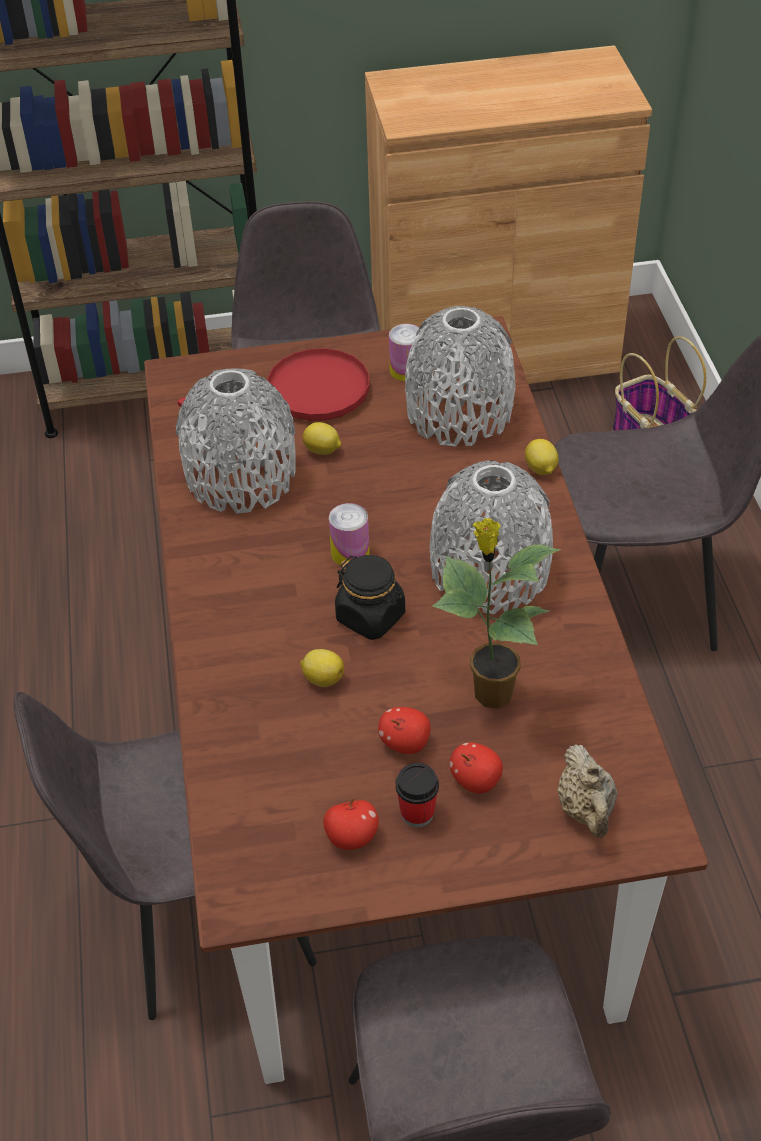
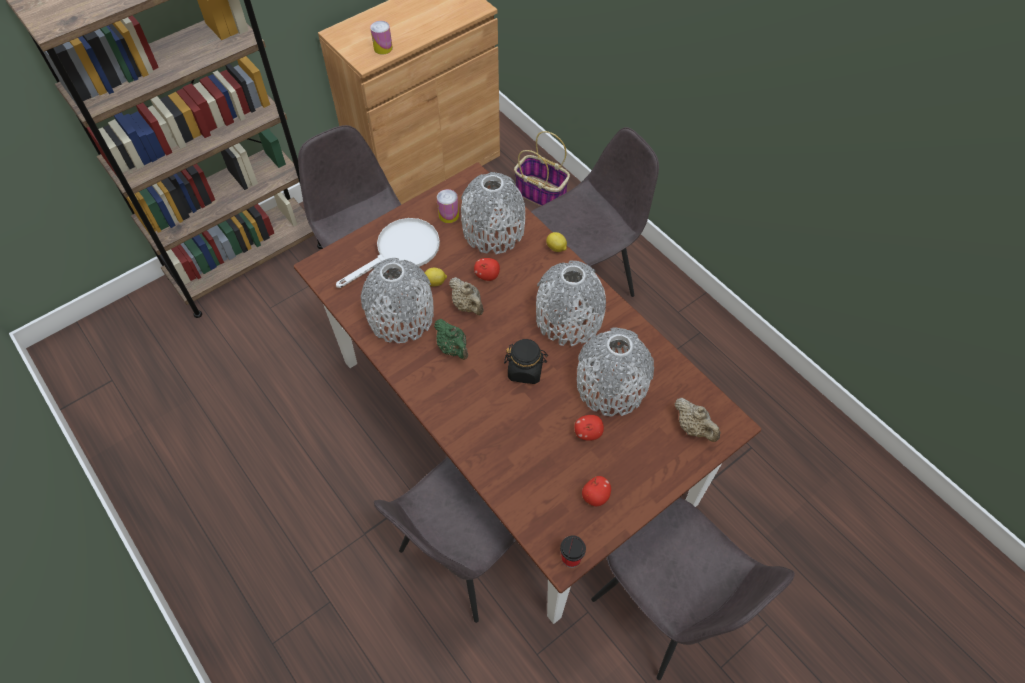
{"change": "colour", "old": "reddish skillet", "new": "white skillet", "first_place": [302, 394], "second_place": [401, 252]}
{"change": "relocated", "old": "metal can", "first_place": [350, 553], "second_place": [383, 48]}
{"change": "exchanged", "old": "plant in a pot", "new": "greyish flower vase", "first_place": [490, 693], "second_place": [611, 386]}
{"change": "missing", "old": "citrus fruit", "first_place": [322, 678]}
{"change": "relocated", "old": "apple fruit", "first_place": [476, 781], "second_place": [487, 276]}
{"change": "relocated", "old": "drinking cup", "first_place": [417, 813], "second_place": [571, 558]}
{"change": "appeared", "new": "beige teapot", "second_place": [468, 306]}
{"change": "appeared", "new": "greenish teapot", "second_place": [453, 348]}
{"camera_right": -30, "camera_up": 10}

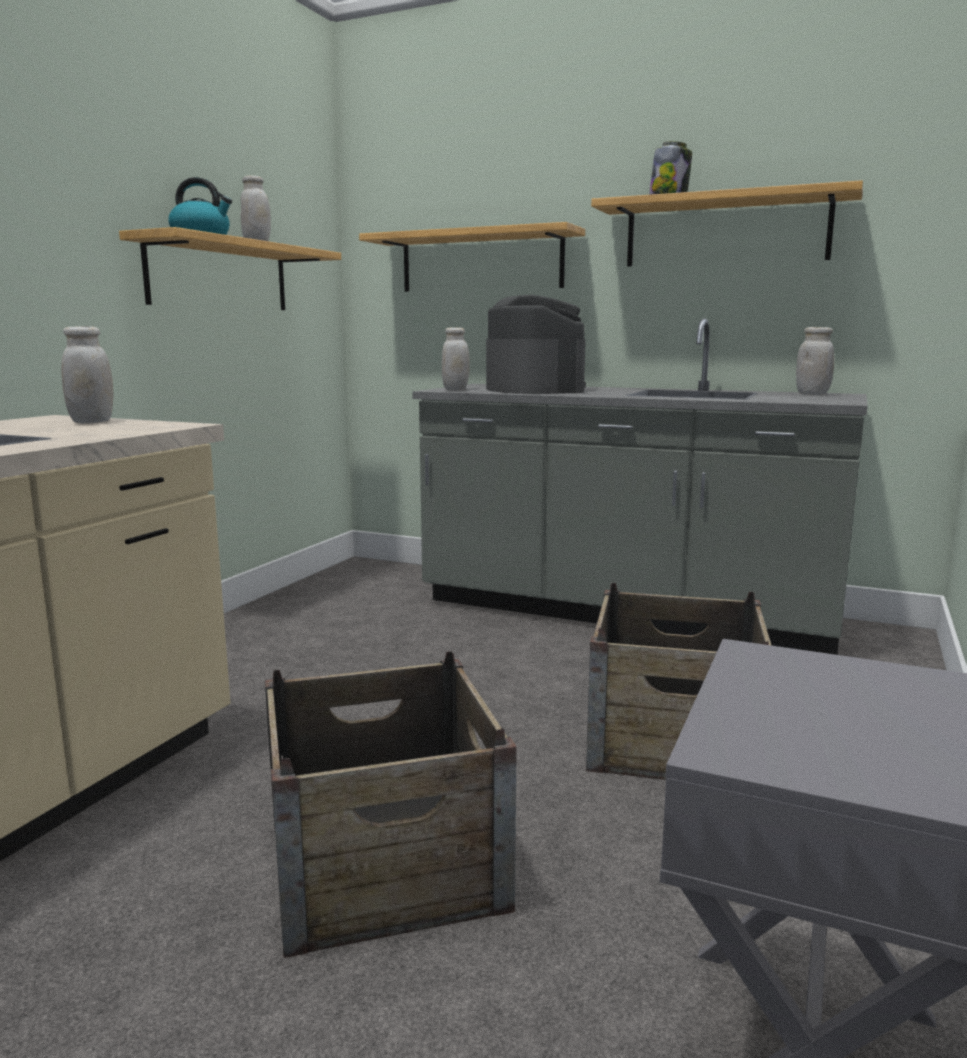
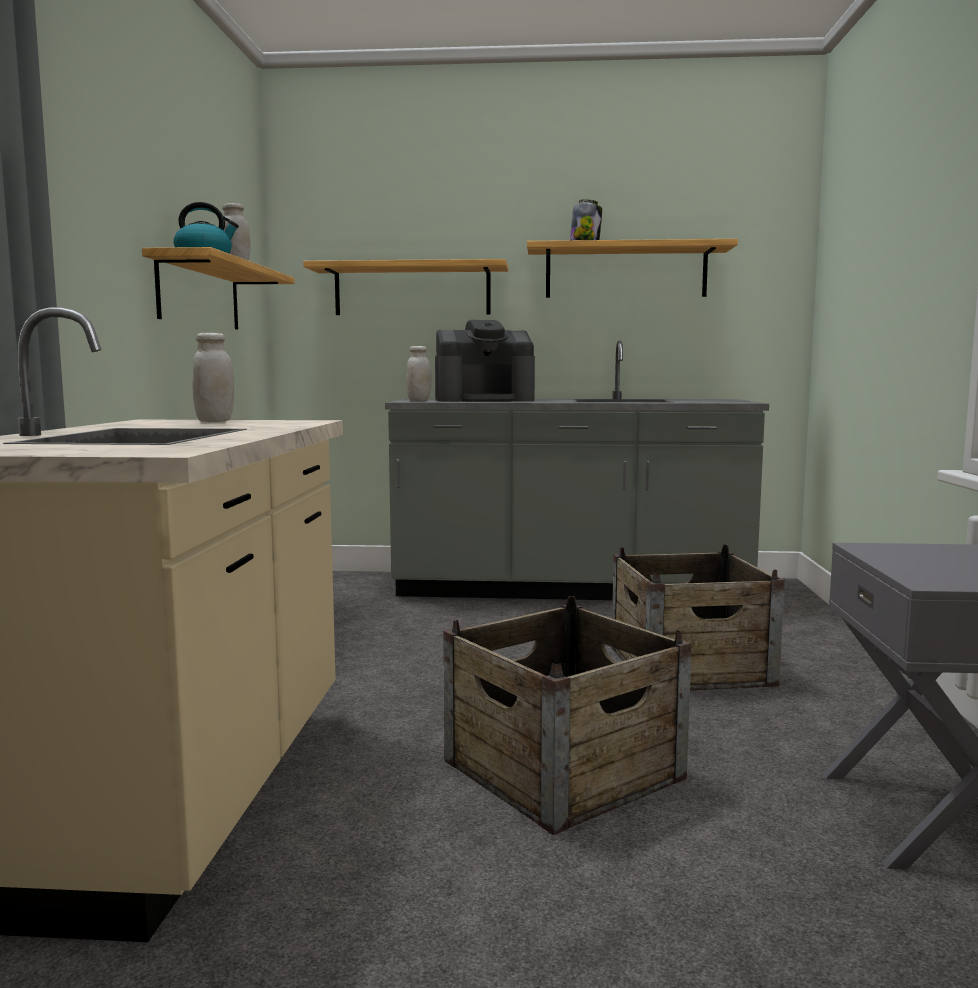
{"change": "spun", "old": "coffee machine", "first_place": [533, 389], "second_place": [484, 400], "degrees": 120}
{"change": "missing", "old": "white storage jar", "first_place": [812, 394]}
{"camera_right": -20, "camera_up": -5}

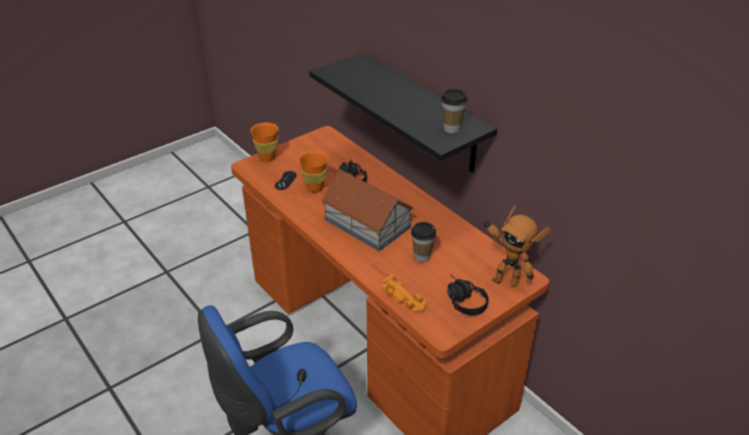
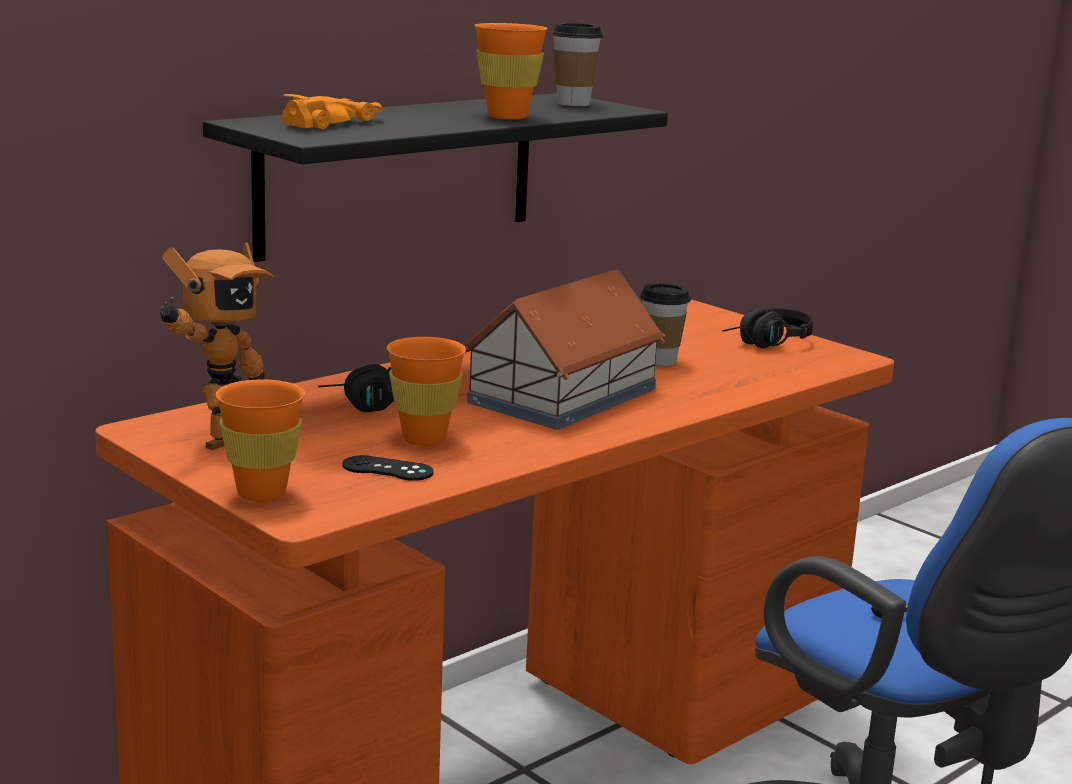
{"change": "relocated", "old": "model robot", "first_place": [505, 280], "second_place": [215, 438]}
{"change": "relocated", "old": "orangey toy car", "first_place": [405, 299], "second_place": [337, 123]}
{"change": "appeared", "new": "orangey drinking cup", "second_place": [507, 117]}
{"camera_right": -95, "camera_up": -20}

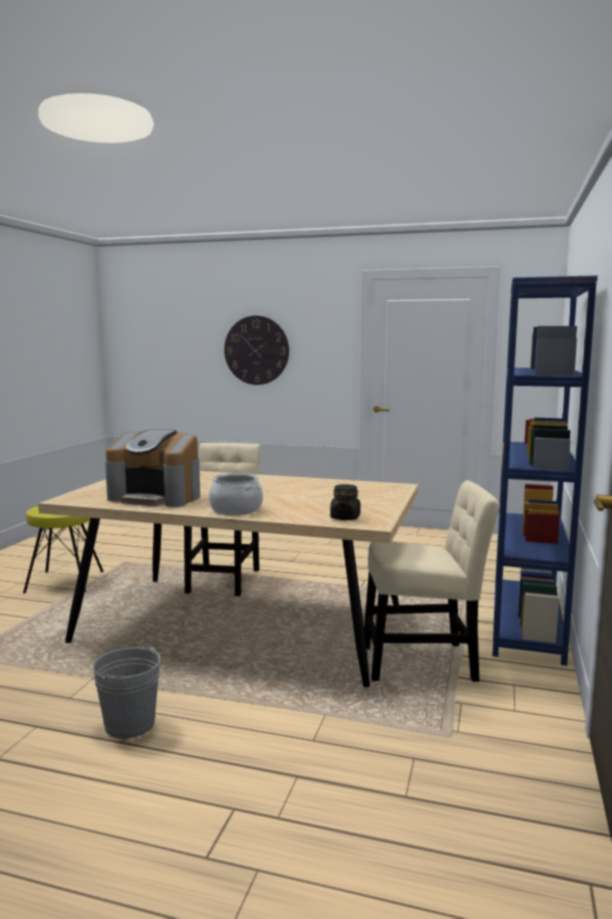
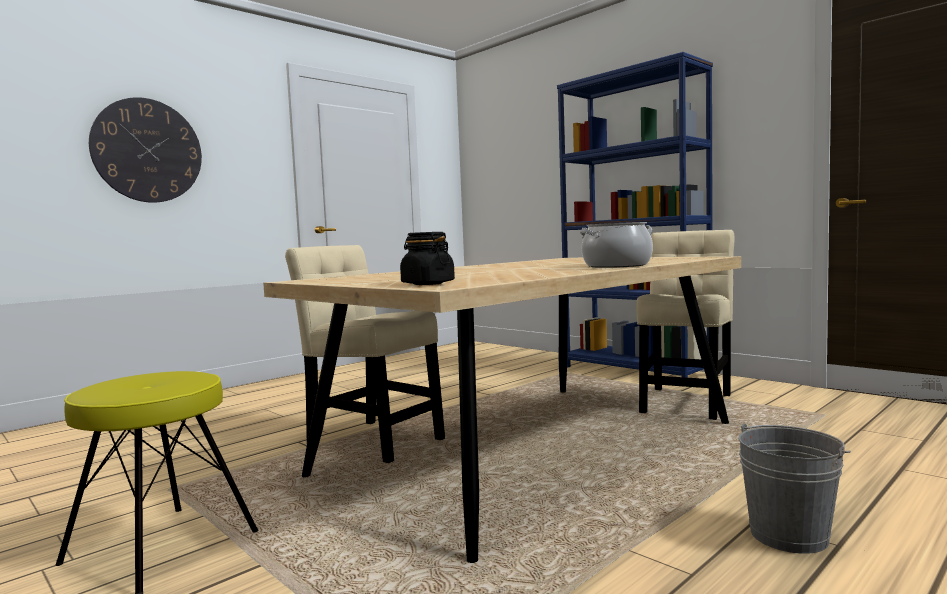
{"change": "missing", "old": "coffee machine", "first_place": [156, 497]}
{"change": "relocated", "old": "black-coloured storage jar", "first_place": [345, 517], "second_place": [427, 284]}
{"camera_right": -60, "camera_up": -5}

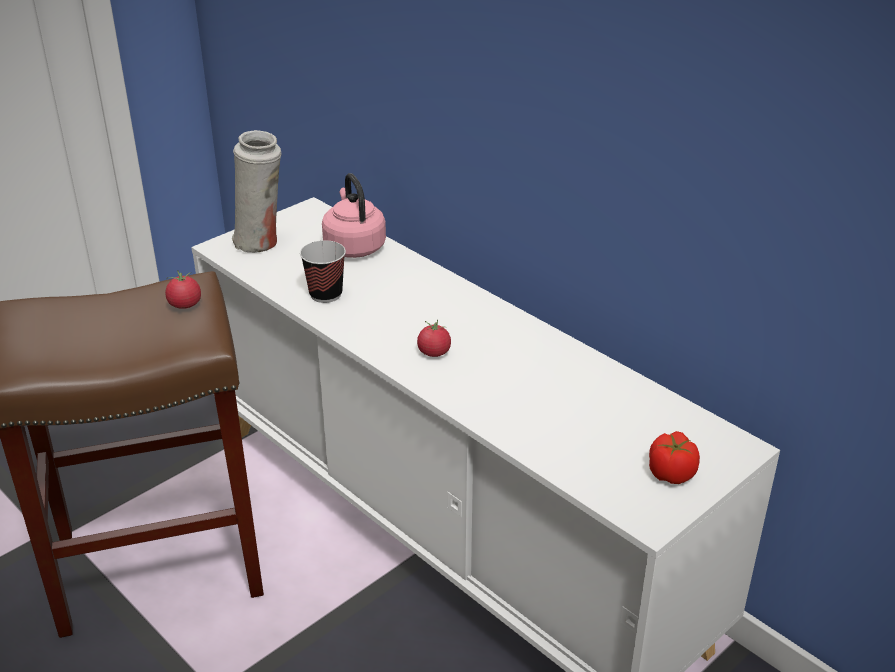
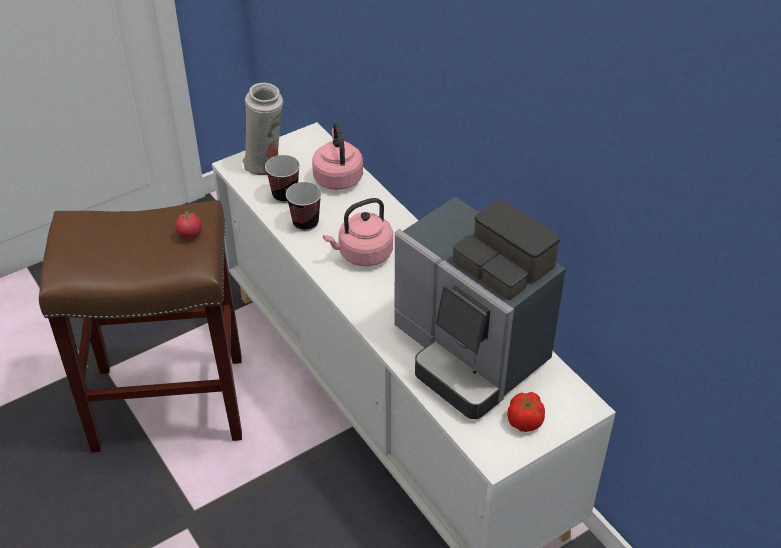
{"change": "missing", "old": "fresh tomato", "first_place": [434, 352]}
{"change": "appeared", "new": "drinking cup", "second_place": [285, 195]}
{"change": "appeared", "new": "coffee machine", "second_place": [469, 353]}
{"change": "appeared", "new": "pink-coloured water kettle", "second_place": [362, 254]}
{"camera_right": 10, "camera_up": 10}

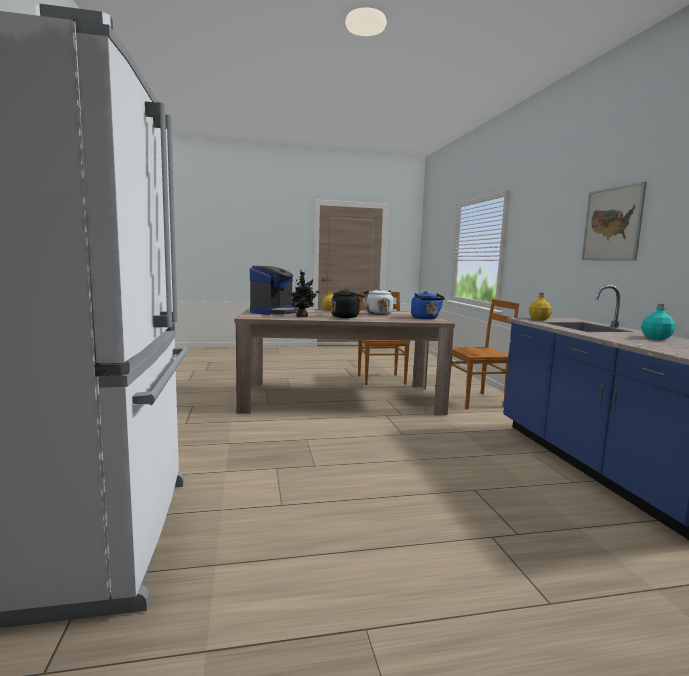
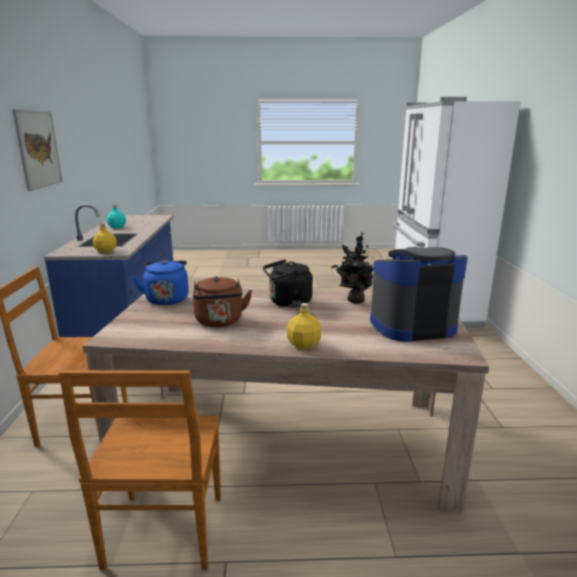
{"change": "spun", "old": "coffee machine", "first_place": [273, 312], "second_place": [411, 325], "degrees": 45}
{"change": "colour", "old": "white water kettle", "new": "brownish water kettle", "first_place": [378, 313], "second_place": [219, 322]}
{"camera_right": -170, "camera_up": 10}

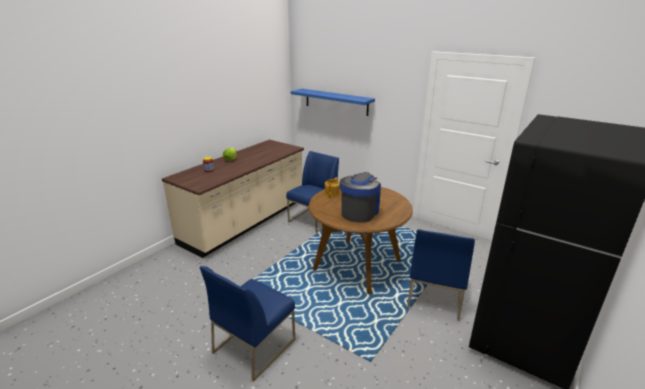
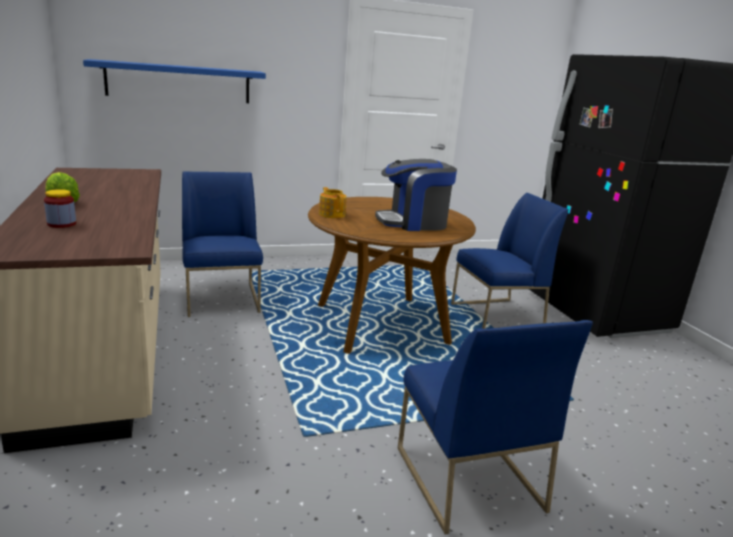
{"change": "spun", "old": "coffee machine", "first_place": [359, 212], "second_place": [413, 223], "degrees": -75}
{"change": "spun", "old": "bluish upright chair", "first_place": [434, 297], "second_place": [496, 316], "degrees": -75}
{"camera_right": -55, "camera_up": -5}

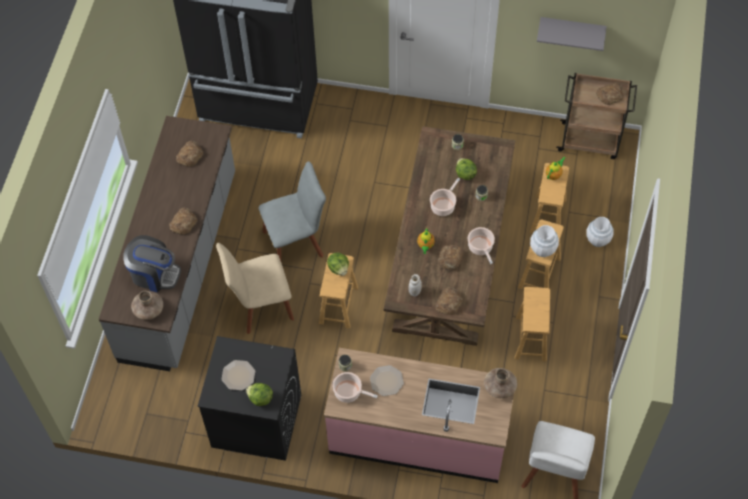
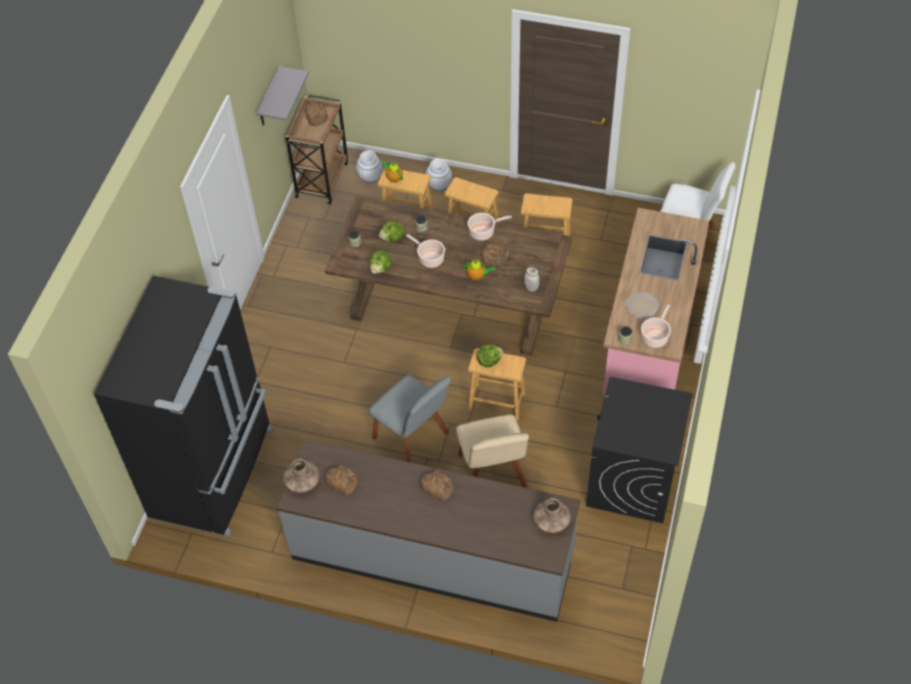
{"change": "spun", "old": "greyish upright chair", "first_place": [296, 242], "second_place": [413, 438], "degrees": 150}
{"change": "relocated", "old": "white flower vase", "first_place": [542, 249], "second_place": [370, 177]}
{"change": "missing", "old": "coffee machine", "first_place": [154, 274]}
{"change": "missing", "old": "bread", "first_place": [448, 303]}
{"change": "missing", "old": "plate", "first_place": [238, 375]}
{"change": "relocated", "old": "brownish flower vase", "first_place": [499, 387], "second_place": [302, 481]}
{"change": "relocated", "old": "head of lettuce", "first_place": [260, 398], "second_place": [381, 268]}
{"camera_right": -85, "camera_up": -5}

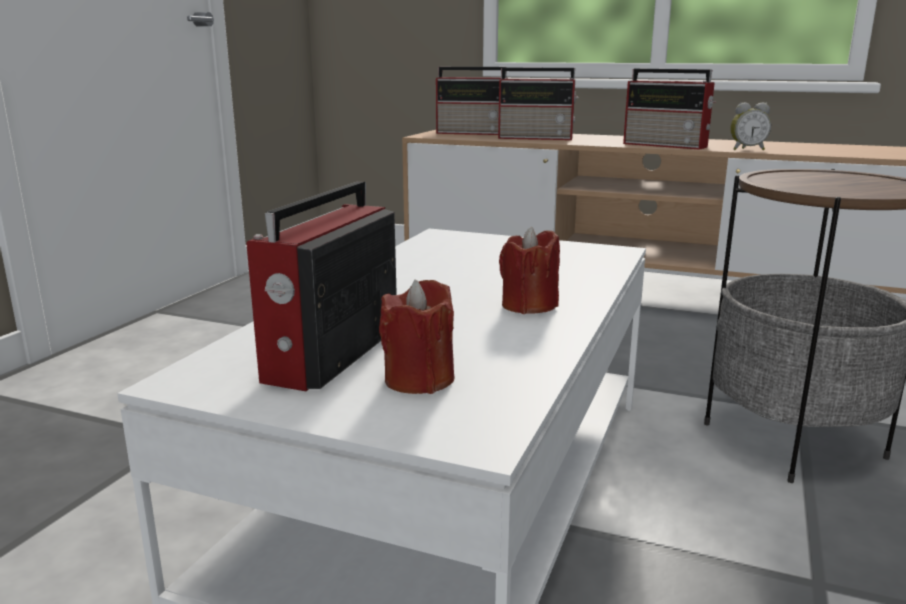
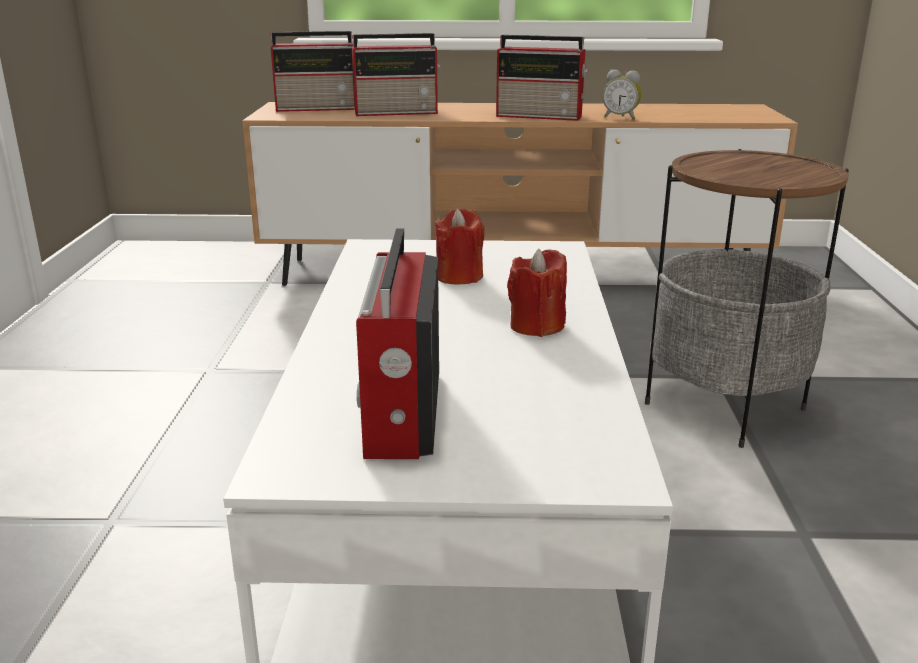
{"change": "spun", "old": "alarm clock", "first_place": [746, 149], "second_place": [620, 117], "degrees": 45}
{"change": "relocated", "old": "reddish wax candle", "first_place": [419, 379], "second_place": [459, 277]}
{"camera_right": -20, "camera_up": 5}

